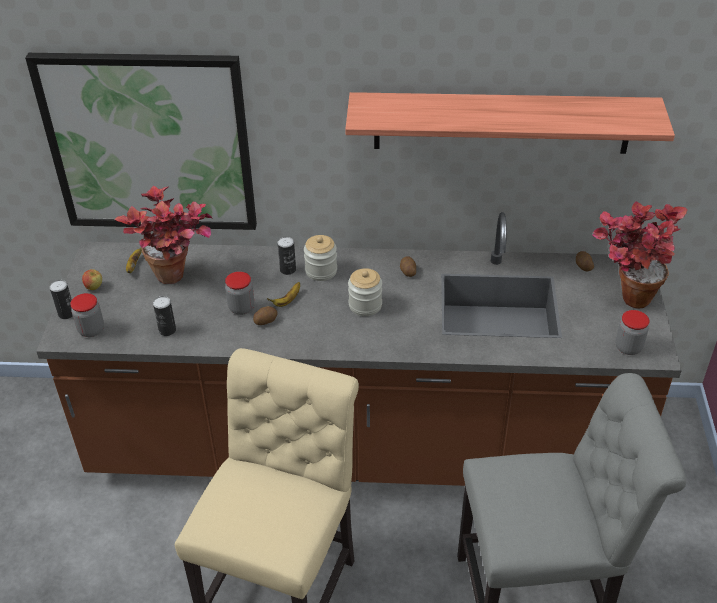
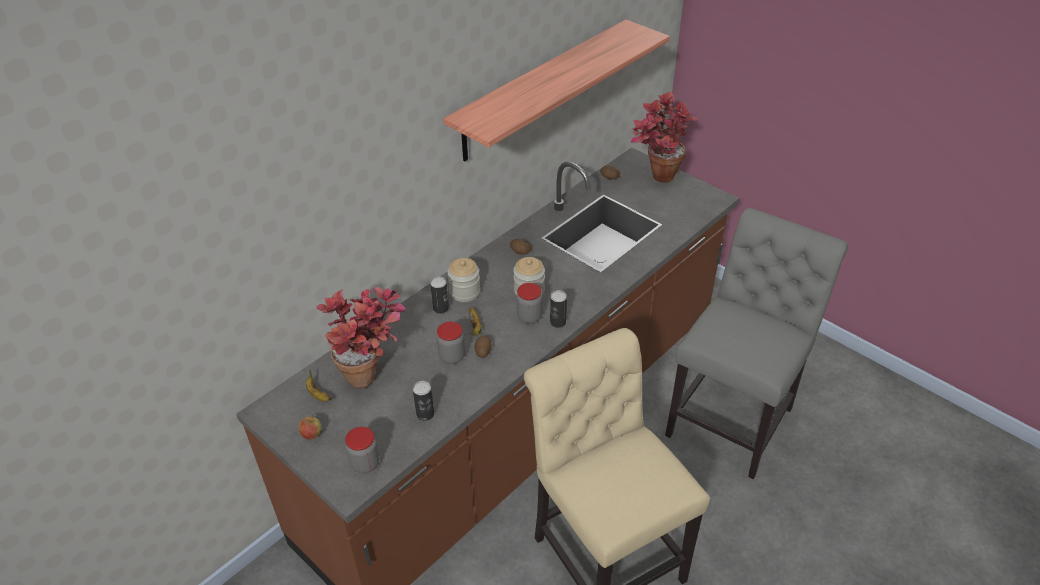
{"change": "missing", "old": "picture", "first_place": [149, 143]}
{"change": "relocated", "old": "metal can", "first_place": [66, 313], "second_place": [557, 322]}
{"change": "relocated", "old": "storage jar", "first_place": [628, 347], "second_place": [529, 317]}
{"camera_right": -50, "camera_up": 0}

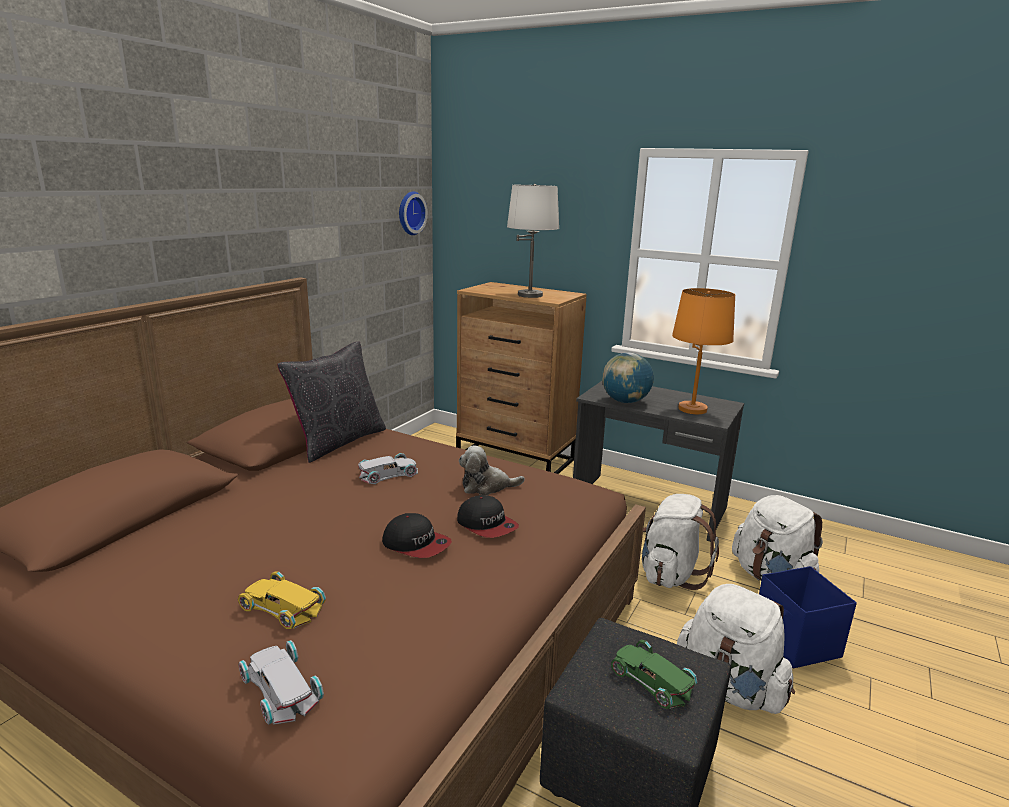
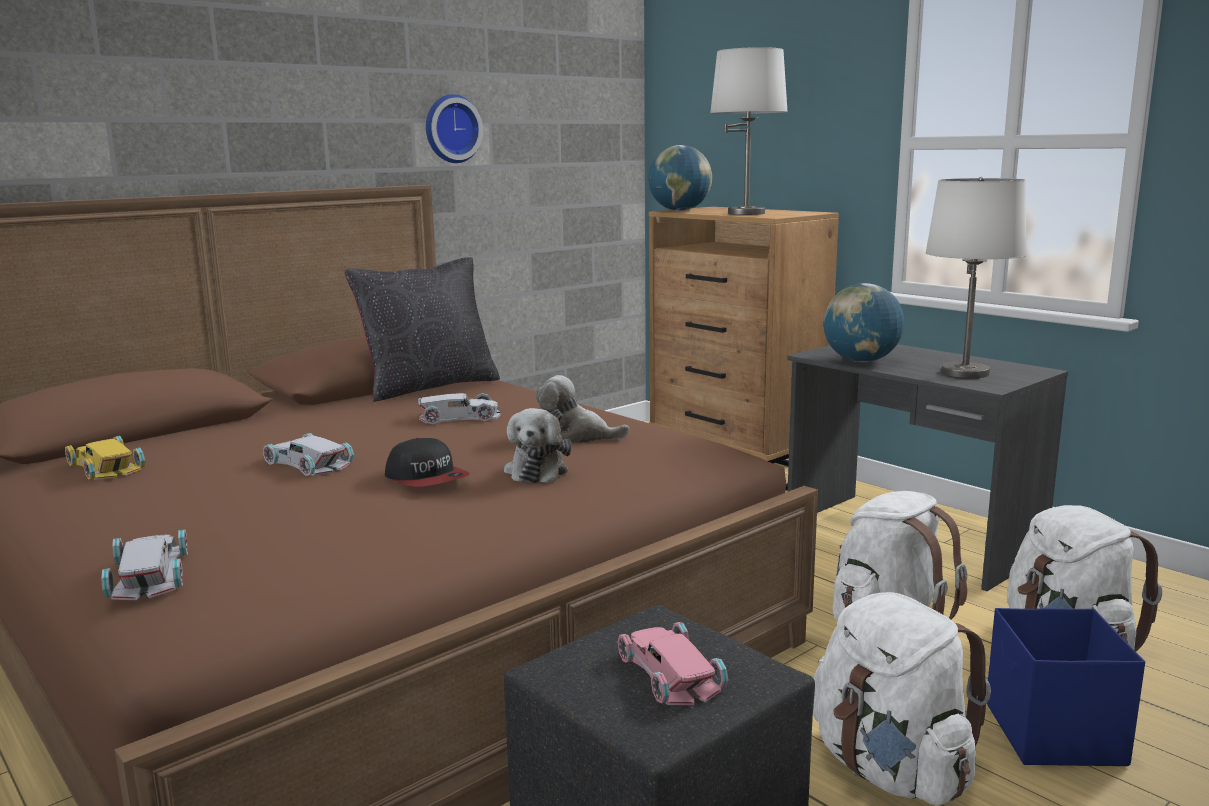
{"change": "relocated", "old": "clock on the wall", "first_place": [409, 213], "second_place": [451, 129]}
{"change": "colour", "old": "orangey lamp for a table", "new": "white lamp for a table", "first_place": [693, 409], "second_place": [966, 373]}
{"change": "exchanged", "old": "cap", "new": "cuddly toy", "first_place": [487, 525], "second_place": [537, 470]}
{"change": "relocated", "old": "yellowish toy car", "first_place": [282, 605], "second_place": [107, 466]}
{"change": "colour", "old": "greenish toy car", "new": "pink-coloured toy car", "first_place": [652, 678], "second_place": [671, 672]}
{"change": "appeared", "new": "world globe", "second_place": [680, 210]}
{"change": "appeared", "new": "white toy car", "second_place": [309, 463]}
{"camera_right": 20, "camera_up": -5}

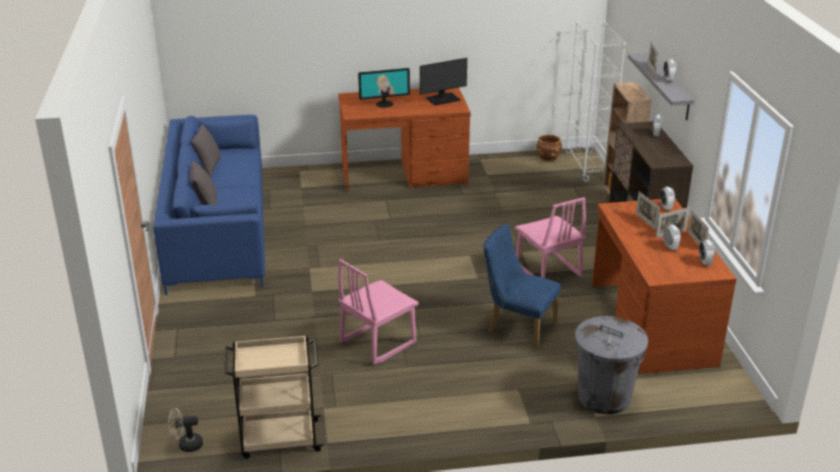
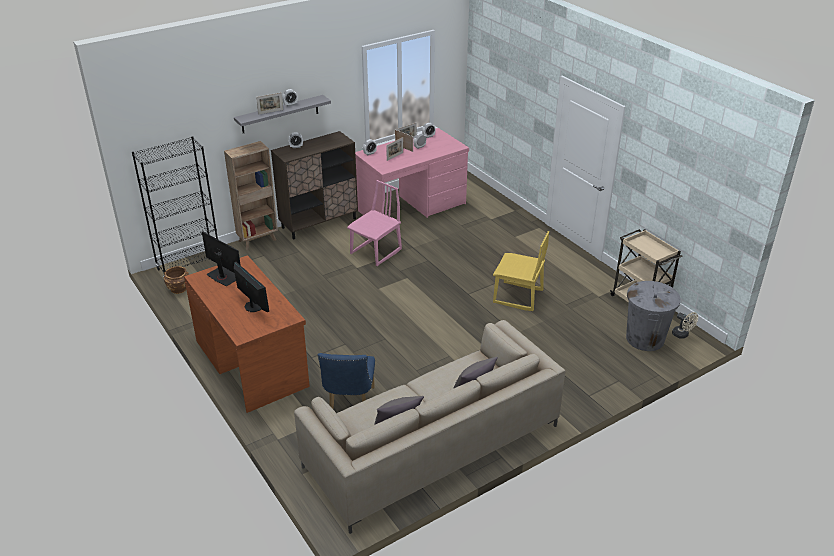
{"change": "colour", "old": "white bookshelf", "new": "black-coloured bookshelf", "first_place": [587, 166], "second_place": [189, 265]}
{"change": "colour", "old": "bluish settee", "new": "beige settee", "first_place": [217, 228], "second_place": [432, 446]}
{"change": "colour", "old": "brownish desk table", "new": "pink-coloured desk table", "first_place": [651, 324], "second_place": [412, 207]}
{"change": "relocated", "old": "bluish upright chair", "first_place": [517, 327], "second_place": [349, 405]}
{"change": "colour", "old": "pink-coloured upright chair", "new": "yellowish upright chair", "first_place": [377, 342], "second_place": [518, 297]}
{"change": "relocated", "old": "greyish rubbish bin", "first_place": [604, 397], "second_place": [645, 339]}
{"camera_right": -115, "camera_up": 5}

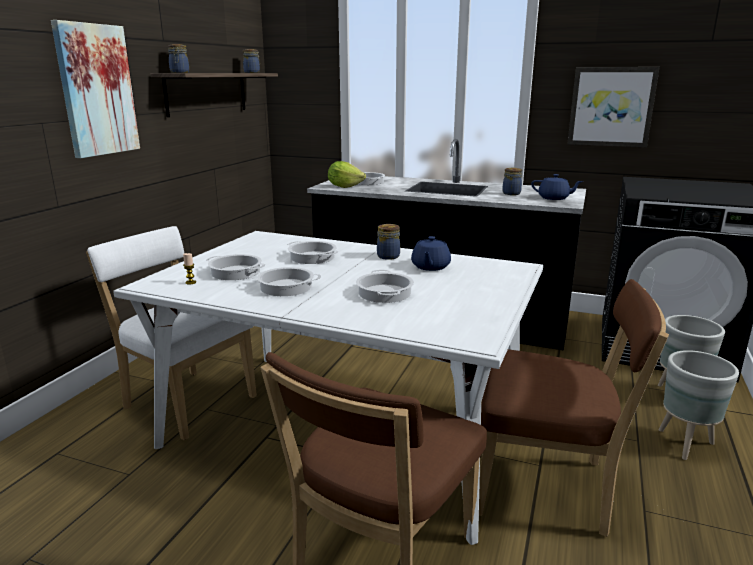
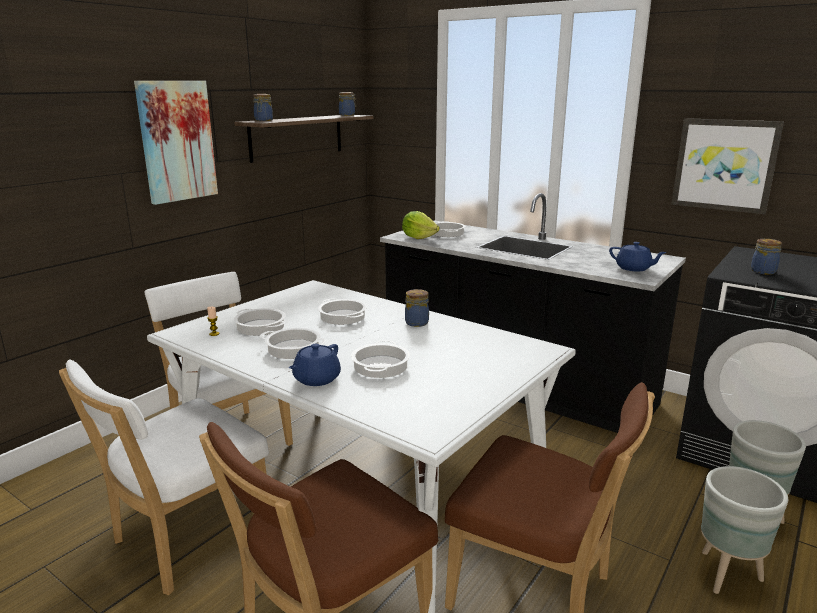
{"change": "relocated", "old": "storage jar", "first_place": [512, 193], "second_place": [764, 271]}
{"change": "relocated", "old": "bluish teapot", "first_place": [430, 267], "second_place": [316, 379]}
{"change": "appeared", "new": "white upright chair", "second_place": [186, 540]}
{"camera_right": 15, "camera_up": 0}

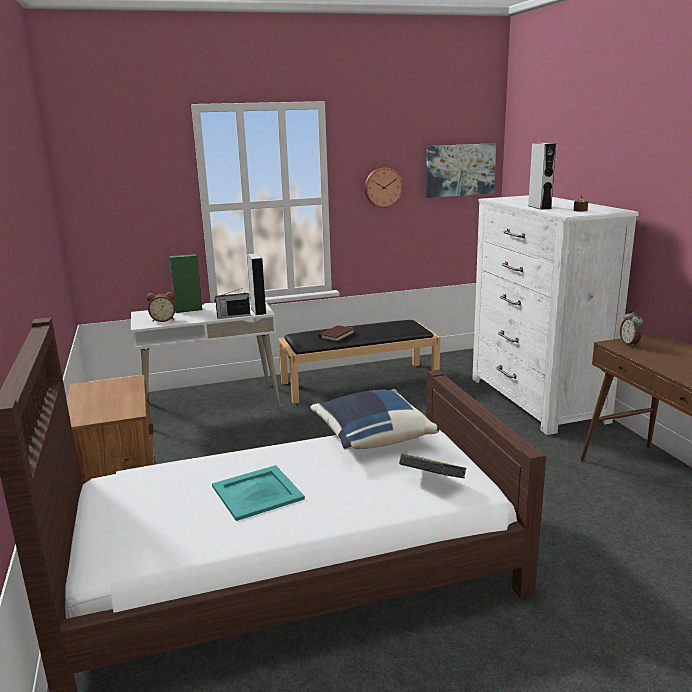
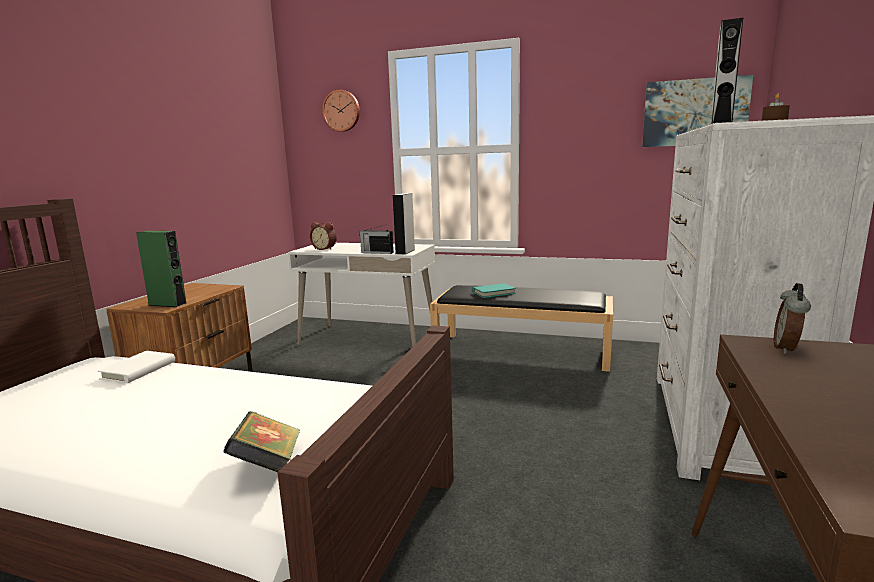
{"change": "relocated", "old": "clock on the wall", "first_place": [383, 187], "second_place": [342, 111]}
{"change": "relocated", "old": "greenish loudspeaker", "first_place": [188, 310], "second_place": [167, 304]}
{"change": "colour", "old": "brownish bound book", "new": "turquoise-coloured bound book", "first_place": [337, 336], "second_place": [493, 293]}
{"change": "missing", "old": "bluish throw pillow", "first_place": [371, 437]}
{"change": "missing", "old": "turquoise-coloured serving tray", "first_place": [258, 492]}
{"change": "appeared", "new": "white bound book", "second_place": [139, 370]}
{"camera_right": 35, "camera_up": -5}

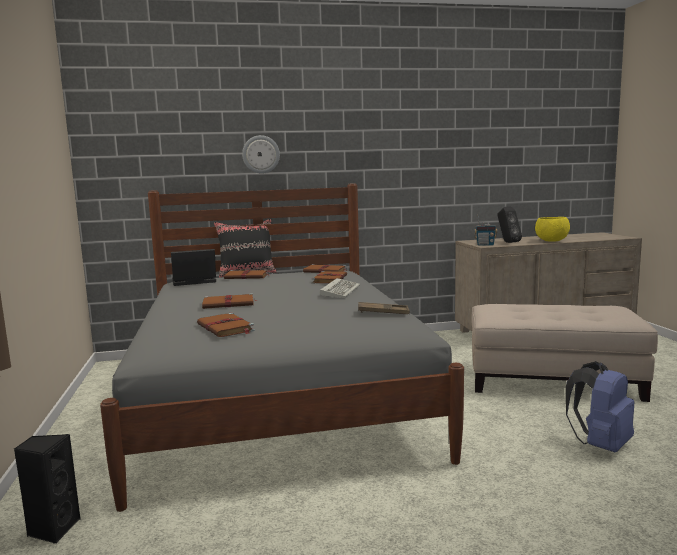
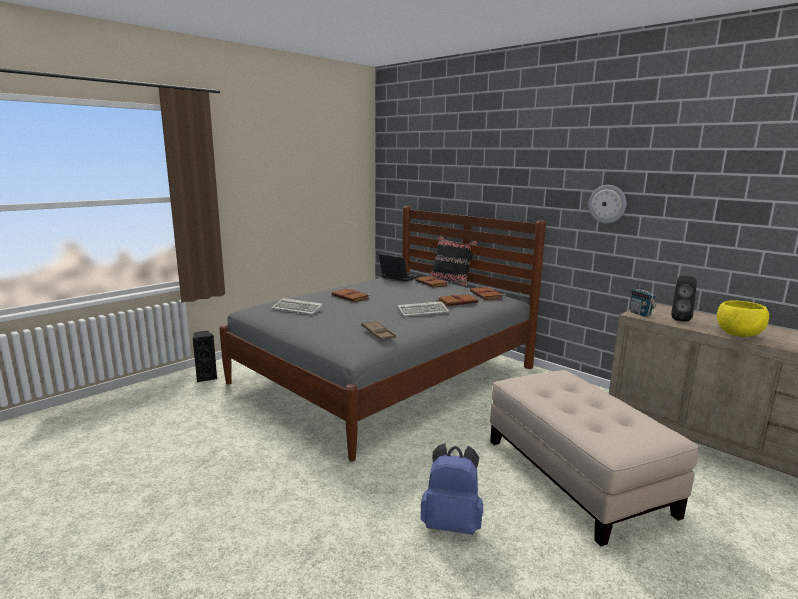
{"change": "relocated", "old": "clock on the wall", "first_place": [261, 154], "second_place": [607, 204]}
{"change": "exchanged", "old": "brownish bound book", "new": "PC keyboard", "first_place": [226, 328], "second_place": [298, 309]}
{"camera_right": 55, "camera_up": 5}

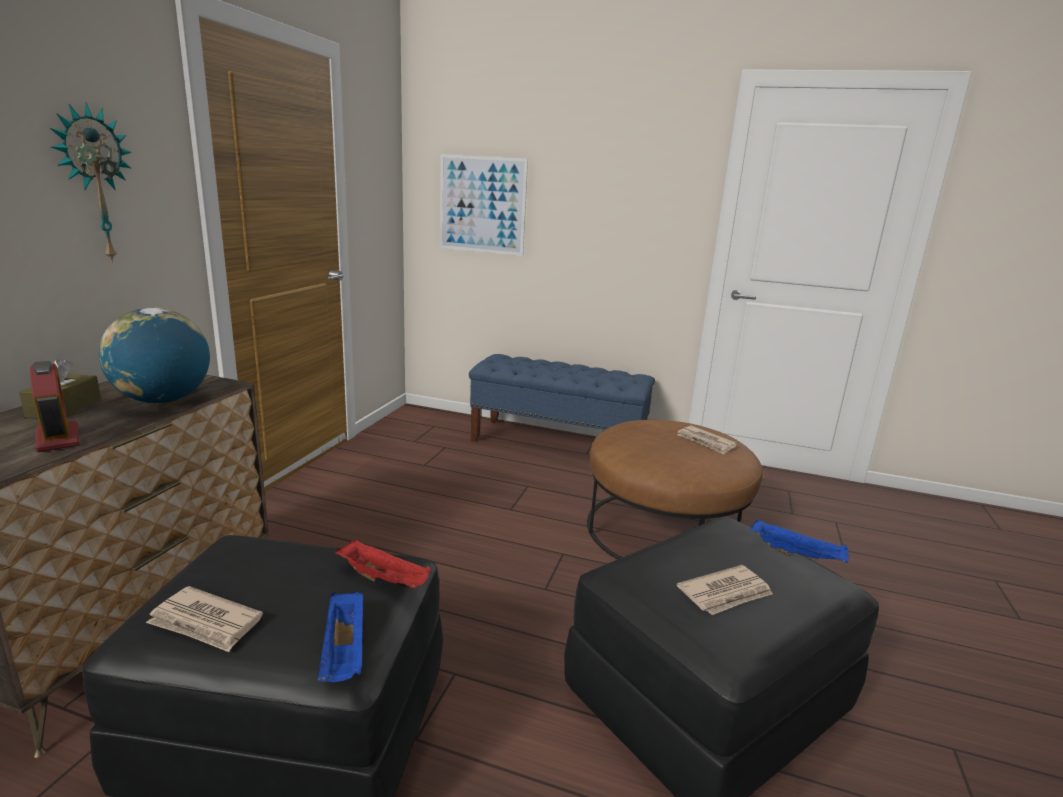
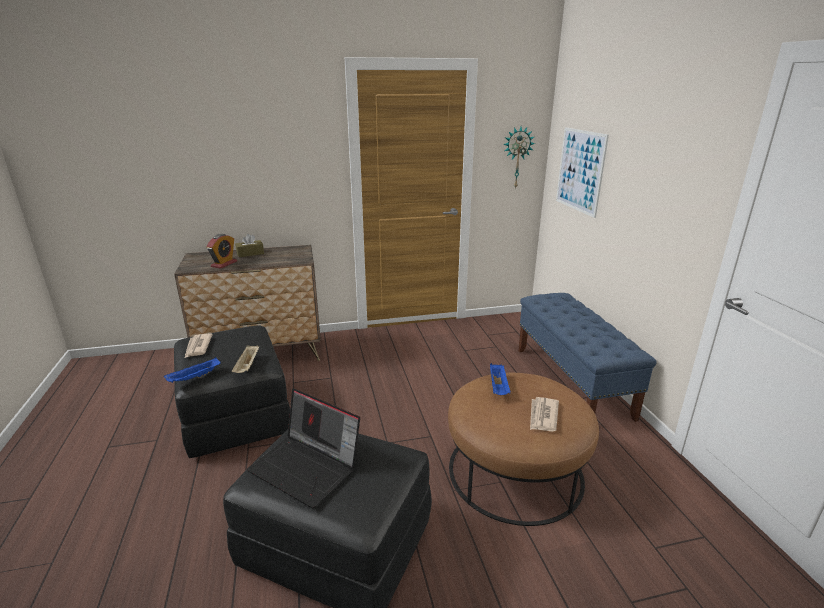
{"change": "relocated", "old": "clock on the wall", "first_place": [94, 185], "second_place": [517, 157]}
{"change": "missing", "old": "world globe", "first_place": [163, 400]}
{"change": "relocated", "old": "bluish serving tray", "first_place": [797, 555], "second_place": [498, 387]}
{"change": "colour", "old": "reddish serving tray", "new": "beige serving tray", "first_place": [385, 579], "second_place": [247, 366]}
{"change": "exchanged", "old": "daily paper", "new": "notebook computer", "first_place": [726, 593], "second_place": [307, 467]}
{"camera_right": 60, "camera_up": 5}

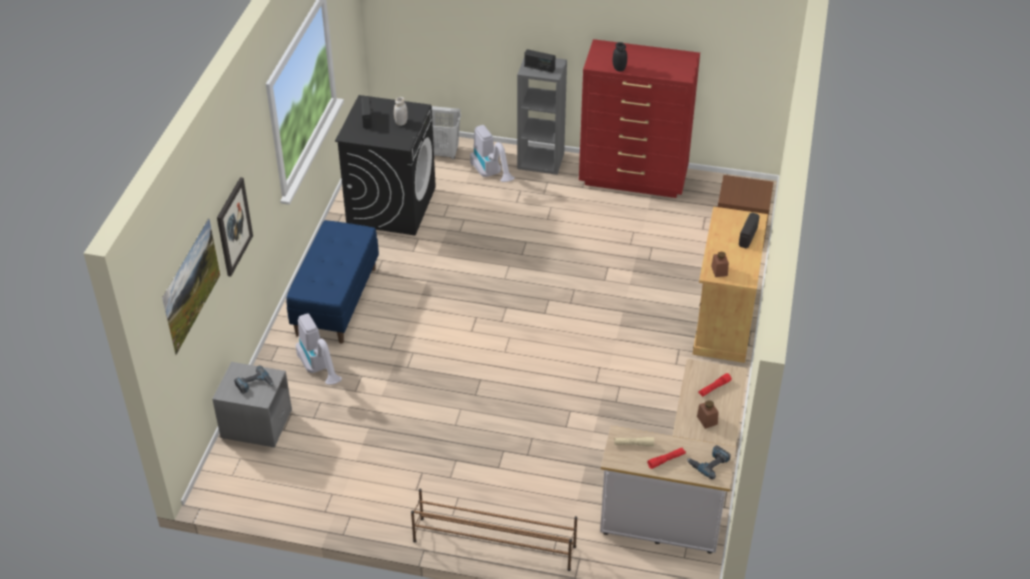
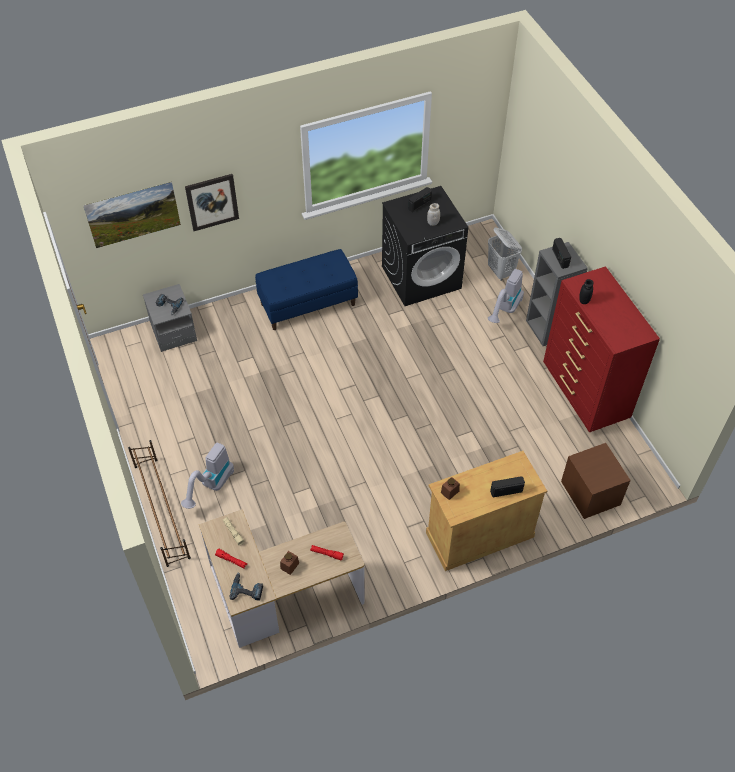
{"change": "relocated", "old": "vacuum cleaner", "first_place": [320, 369], "second_place": [211, 486]}
{"camera_right": 55, "camera_up": 10}

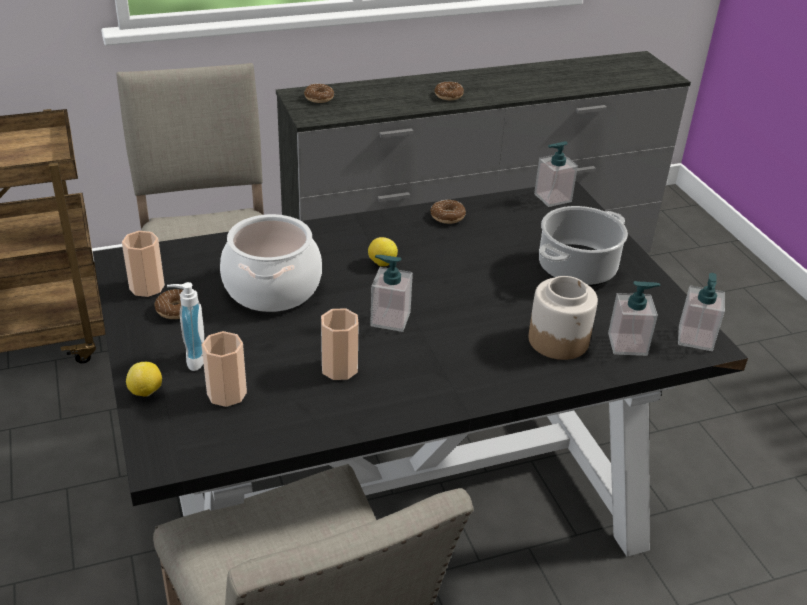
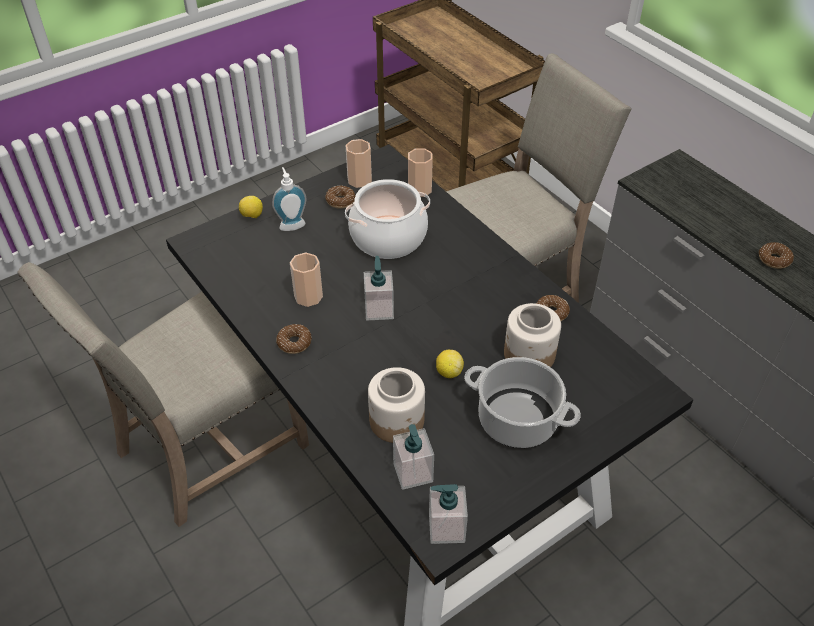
{"change": "relocated", "old": "donut", "first_place": [319, 98], "second_place": [294, 343]}
{"change": "missing", "old": "soap dispenser", "first_place": [552, 198]}
{"change": "relocated", "old": "citrus fruit", "first_place": [382, 263], "second_place": [449, 372]}
{"change": "relocated", "old": "drinking cup", "first_place": [227, 393], "second_place": [419, 189]}
{"change": "appeared", "new": "storage jar", "second_place": [529, 355]}
{"camera_right": 75, "camera_up": 10}

